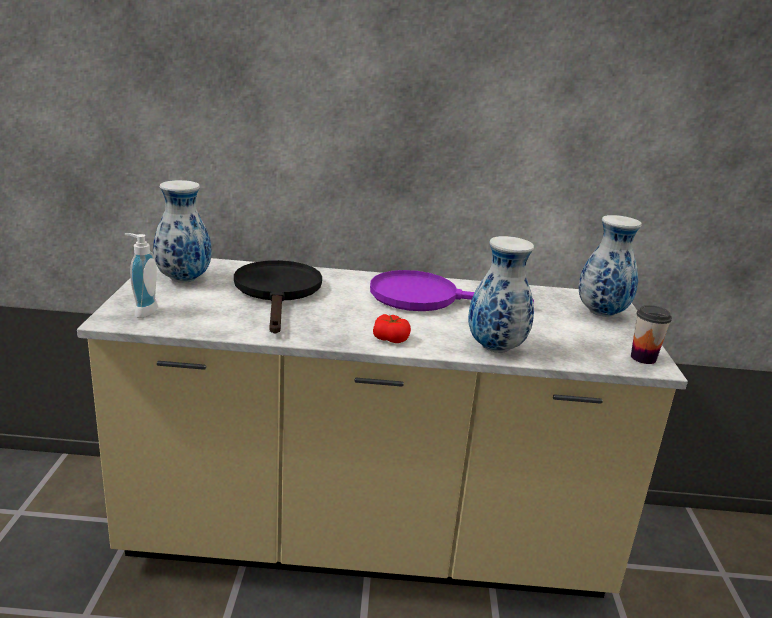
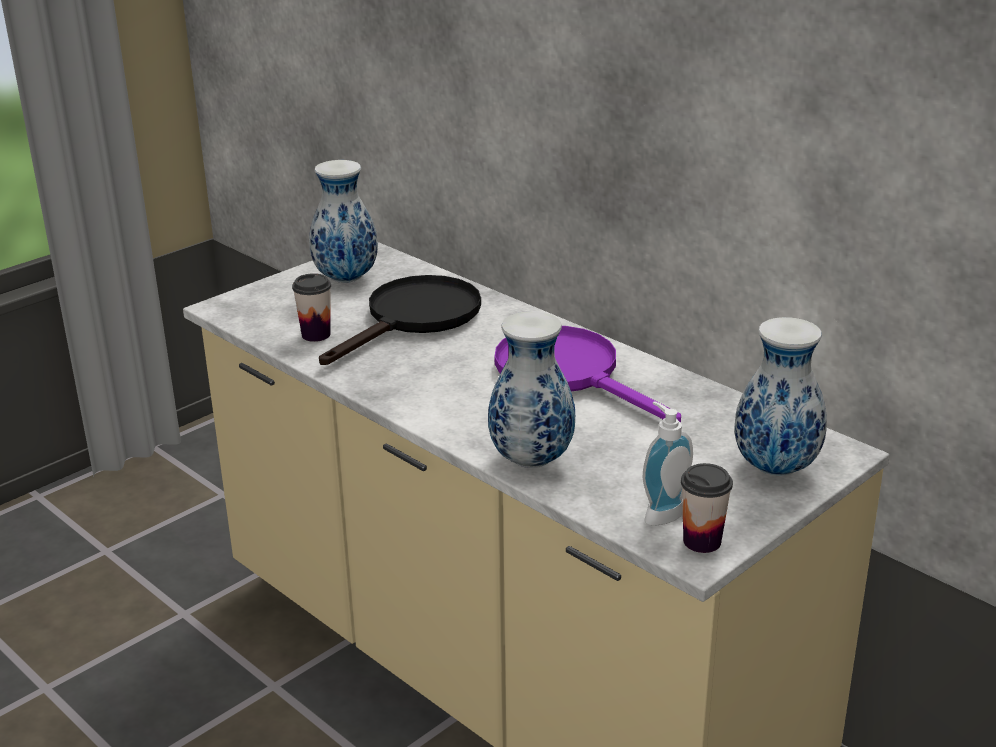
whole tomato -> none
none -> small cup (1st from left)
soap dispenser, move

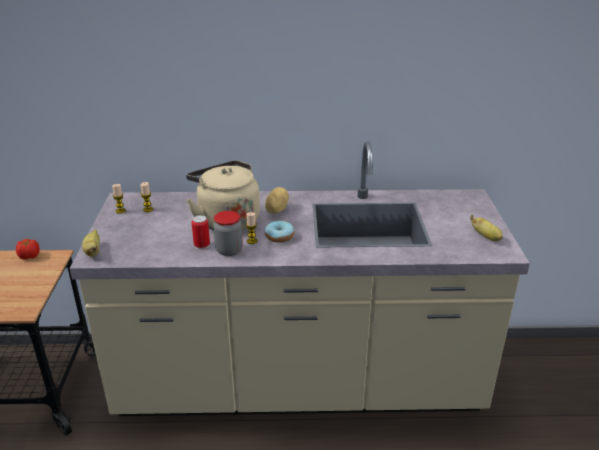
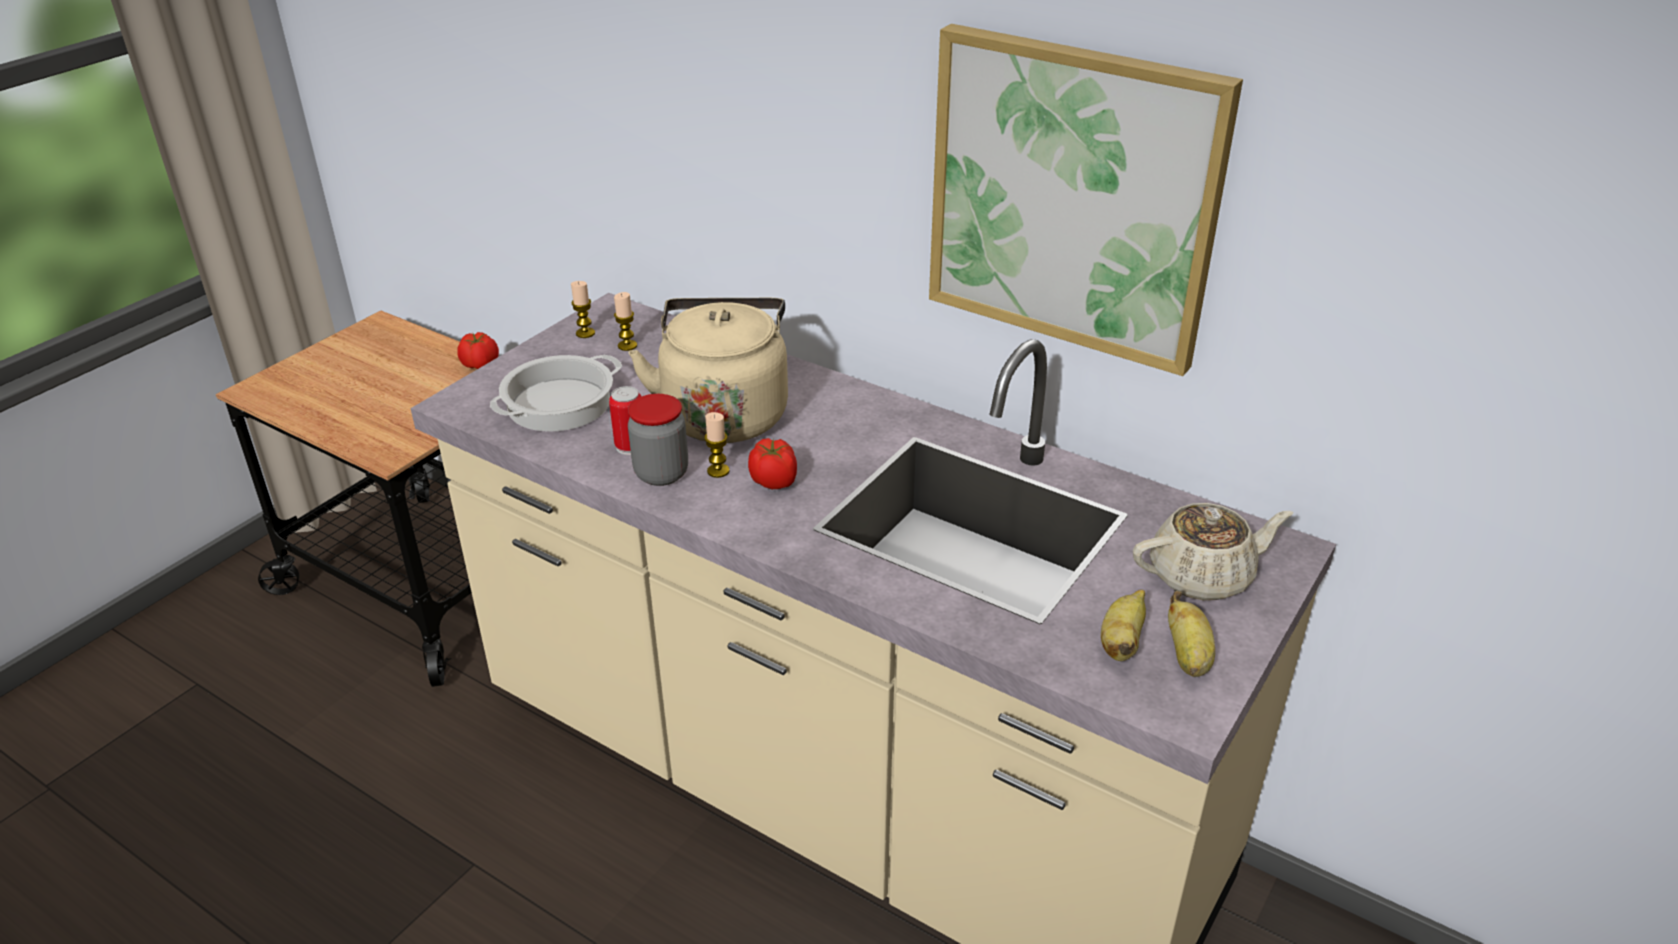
spud -> none
none -> cooking pot
none -> wall picture
none -> beige teapot
banana fruit (1st from left), move
donut -> whole tomato (2nd from left)

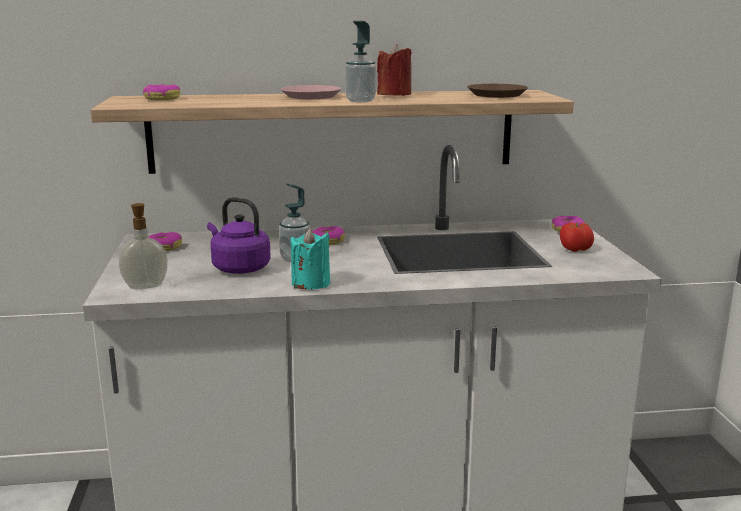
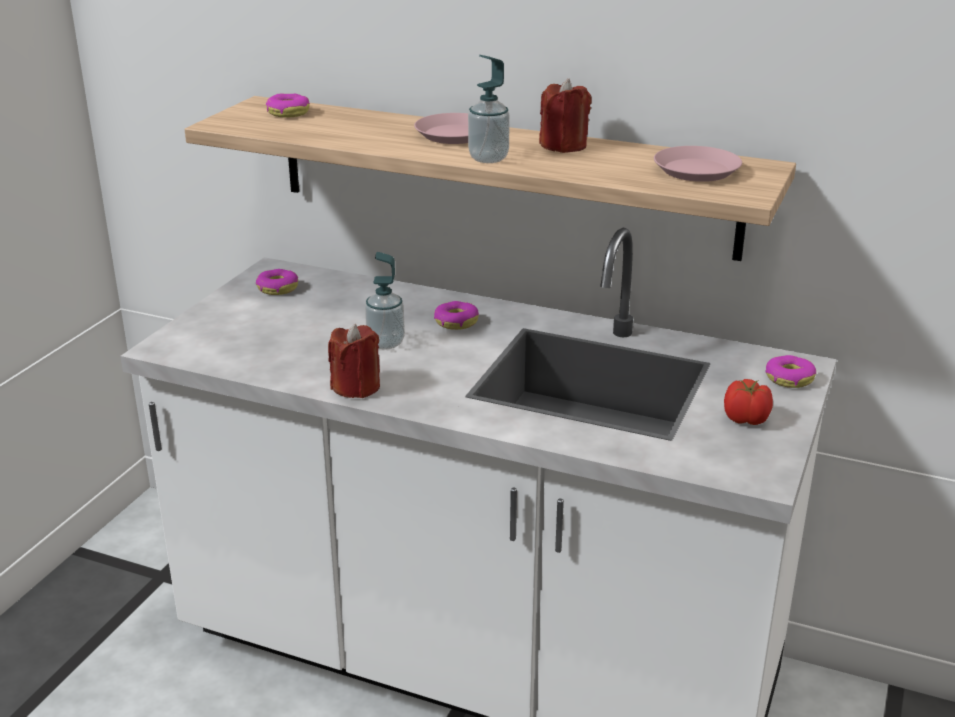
soap dispenser (1st from left) -> none
purple-coloured kettle -> none
turquoise-coloured wax candle -> red-coloured wax candle (1st from left)
brownish plate -> pink plate (2nd from left)

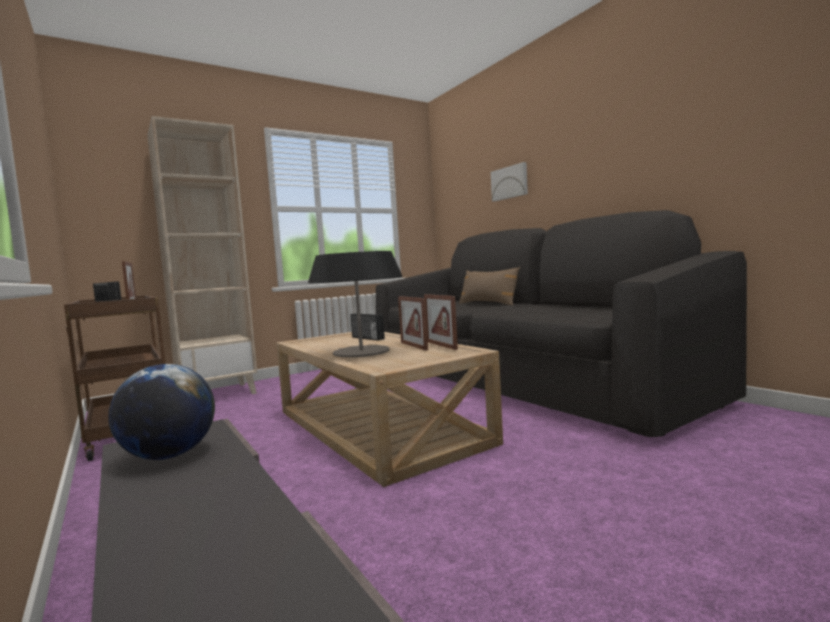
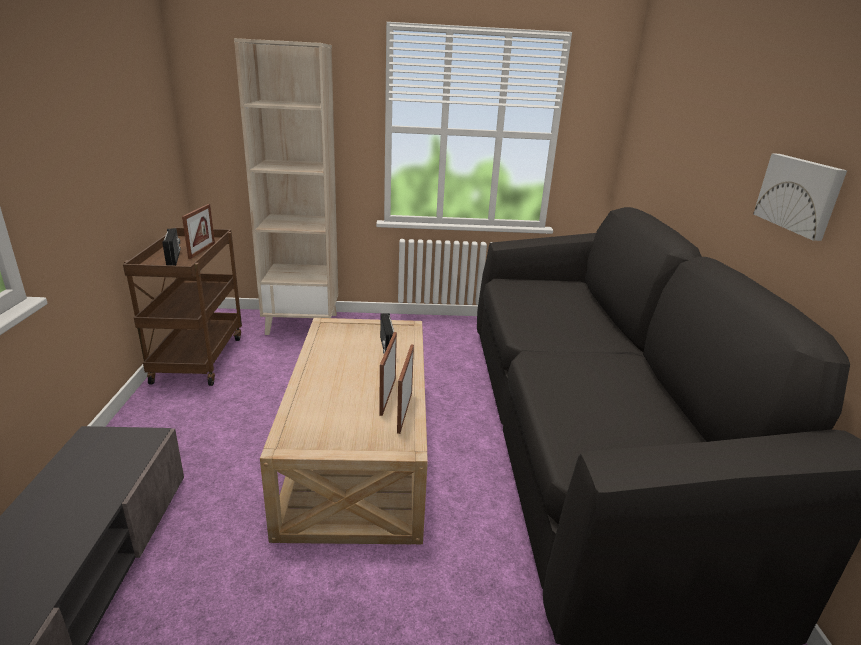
world globe -> none
table lamp -> none
brownish throw pillow -> none
wall picture, move

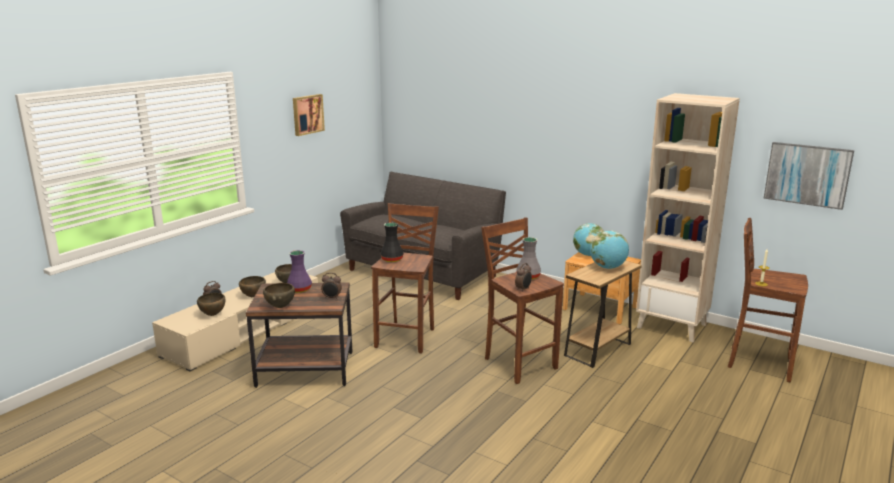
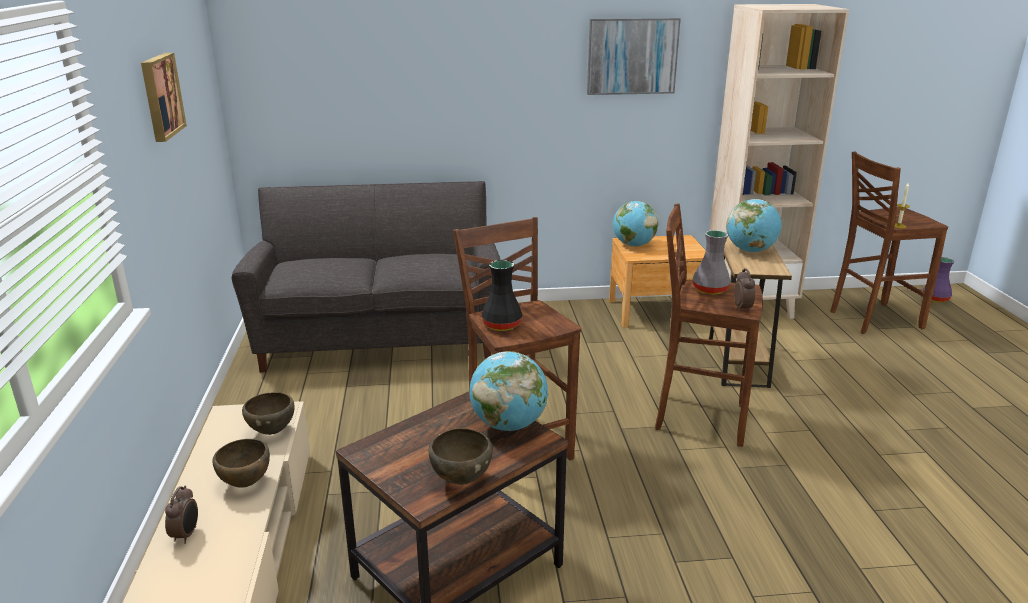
brownish bowl (1st from left) -> none
purple-coloured flower vase, move
wall picture (2nd from left), move
bedside clock (2nd from left) -> world globe (1st from left)

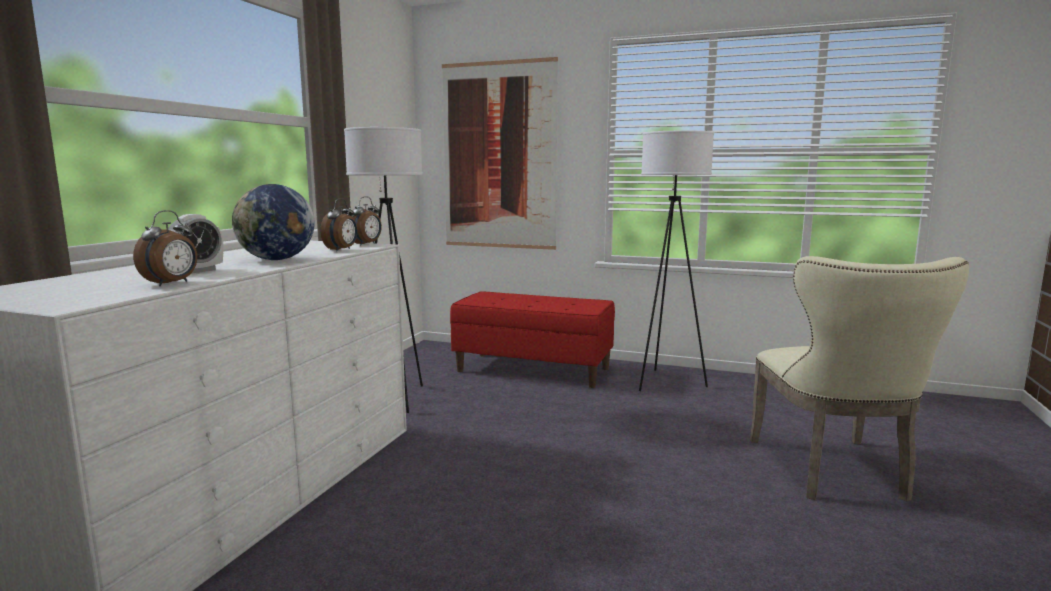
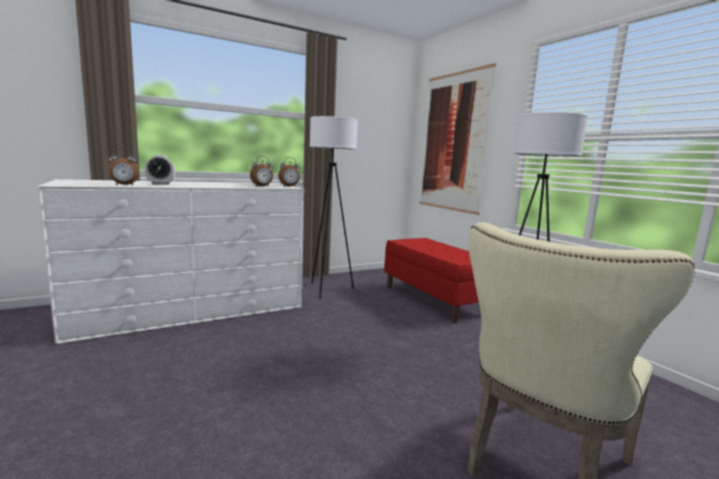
world globe -> none

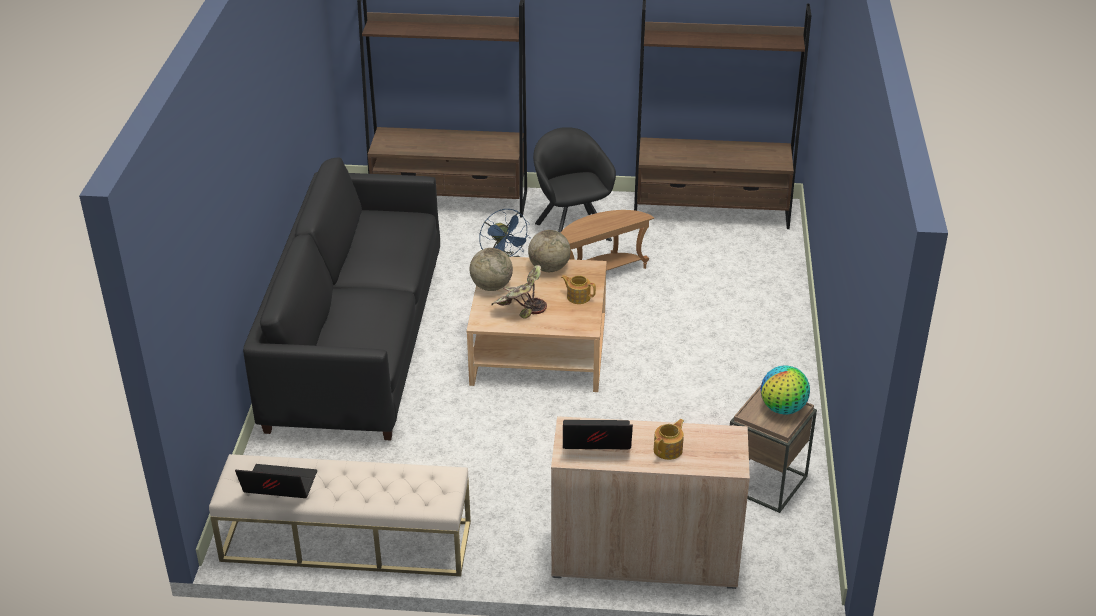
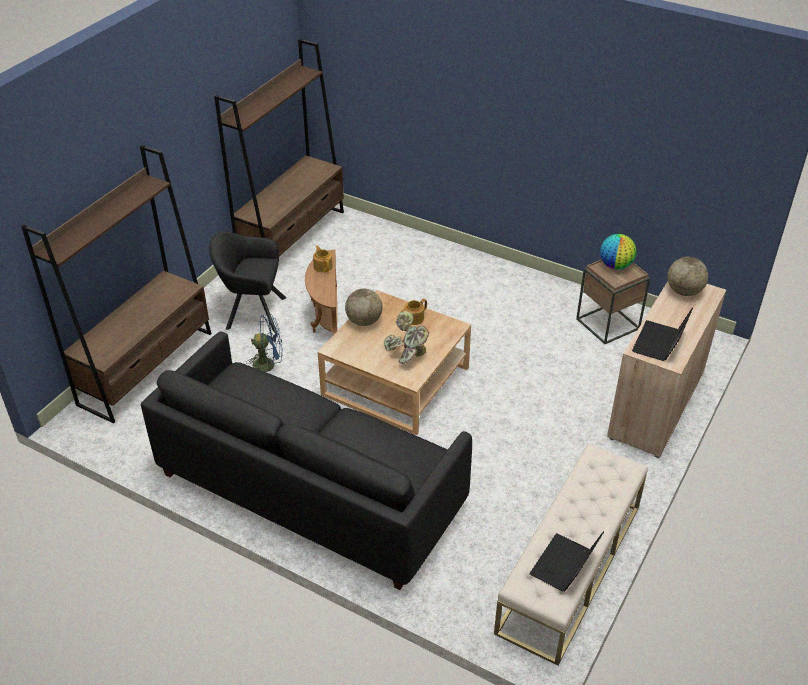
world globe (1st from left in the first image) -> world globe (3rd from left), move
teapot (2nd from left in the first image) -> teapot (1st from left), move

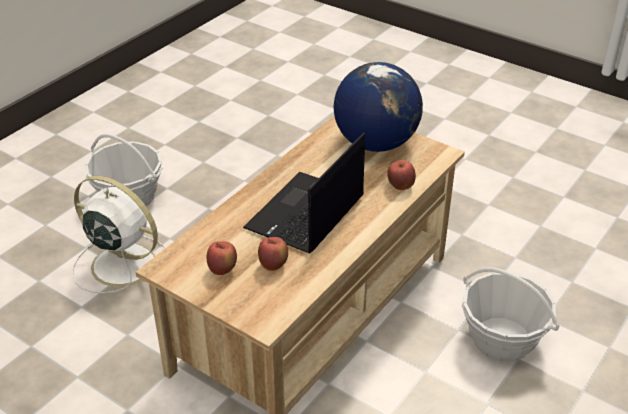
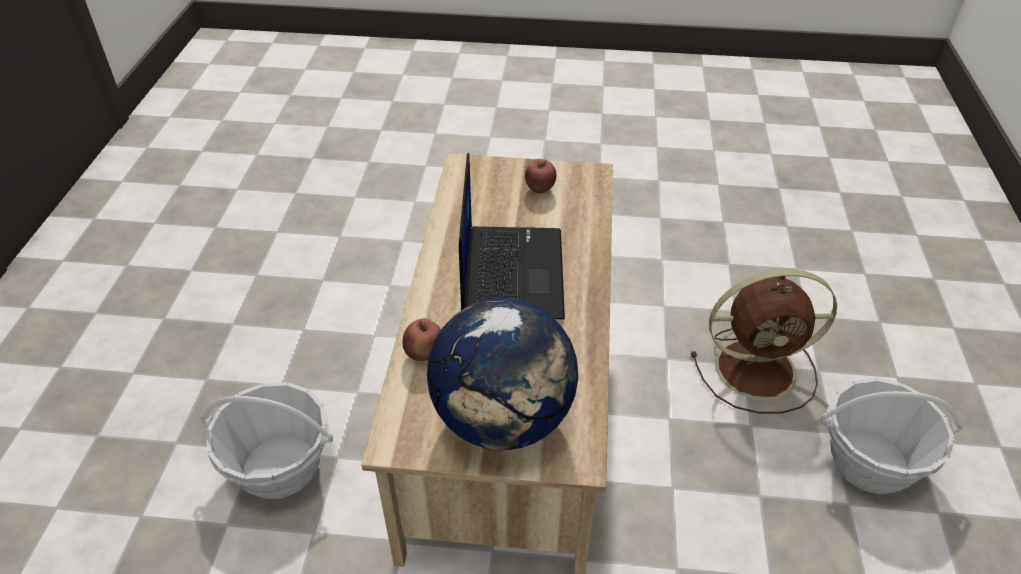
whole apple (2nd from left) -> none
white-coloured electric fan -> brownish electric fan

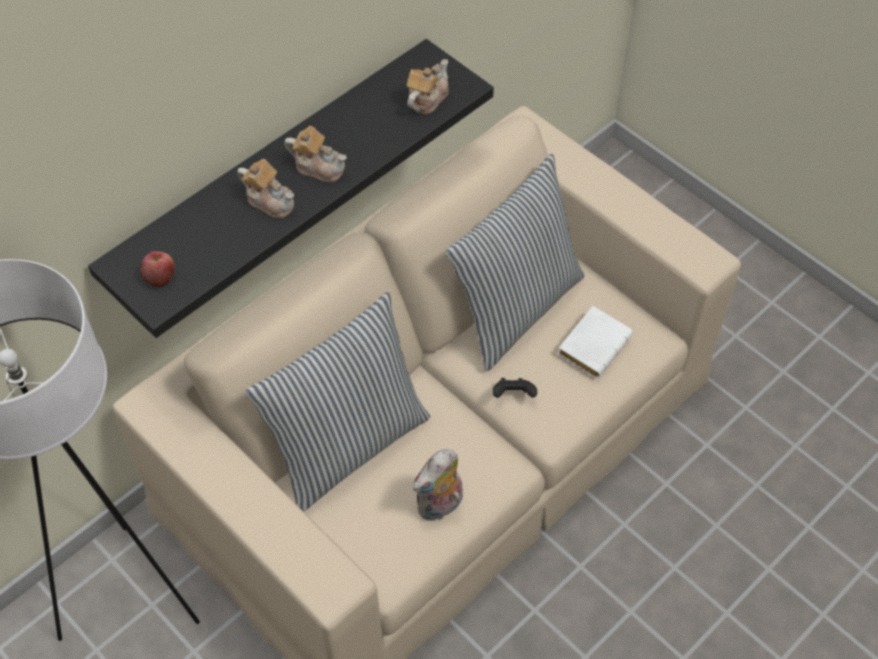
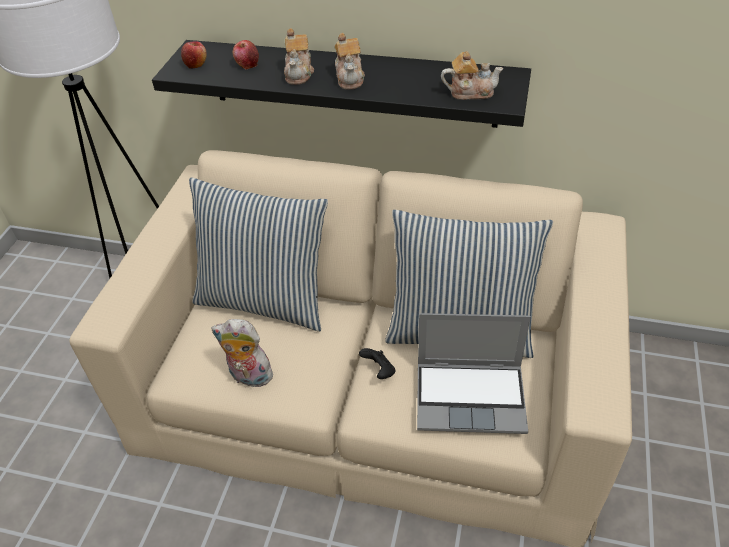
none -> whole apple (2nd from left)
white-coloured volume -> laptop

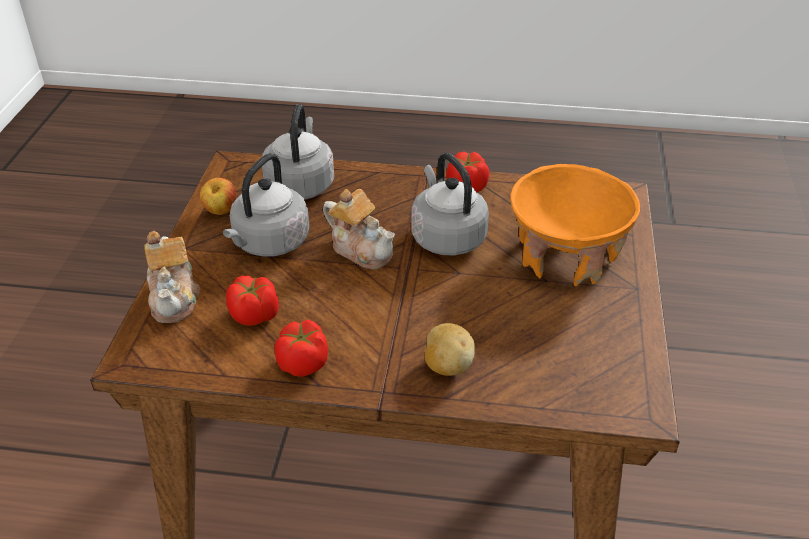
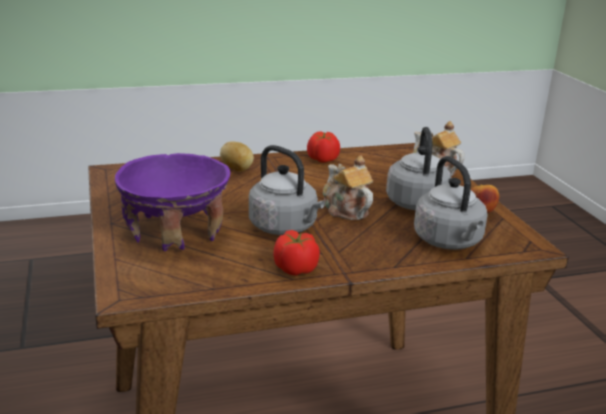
whole tomato (1st from left) -> none
orangey bowl -> purple-coloured bowl
teapot (2nd from left in the first image) -> teapot (1st from left), 45 degrees clockwise

